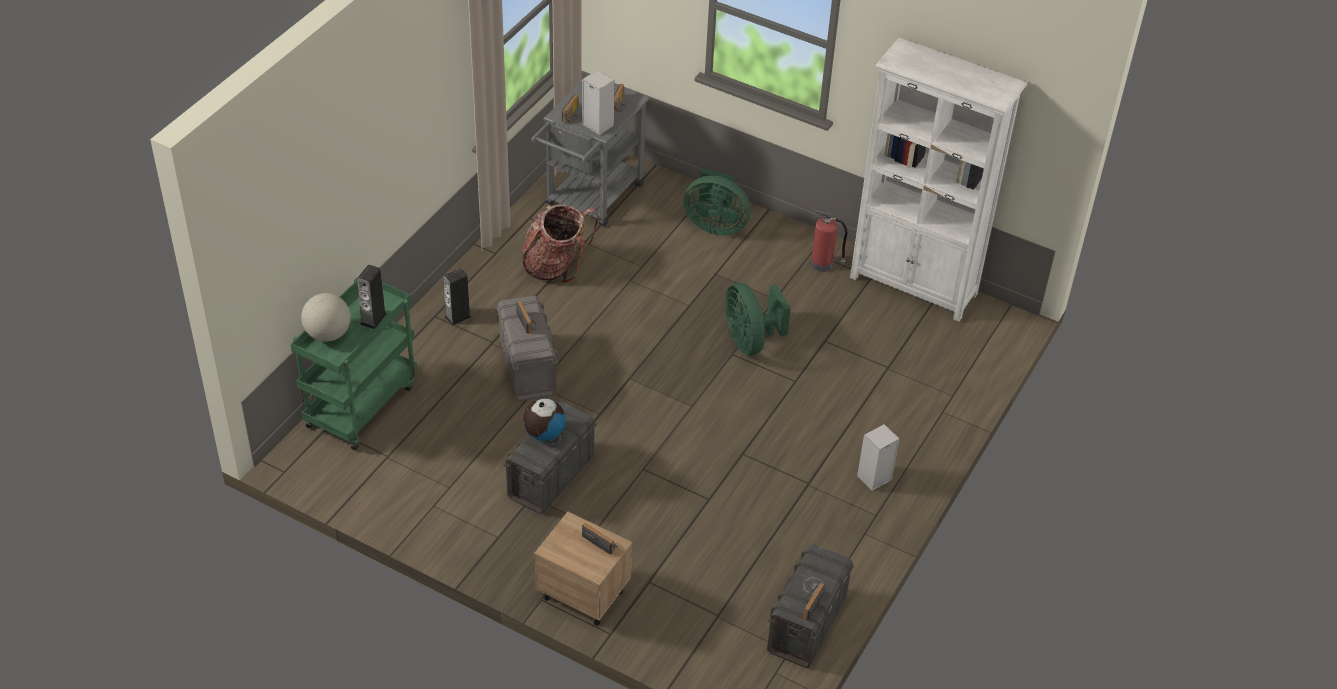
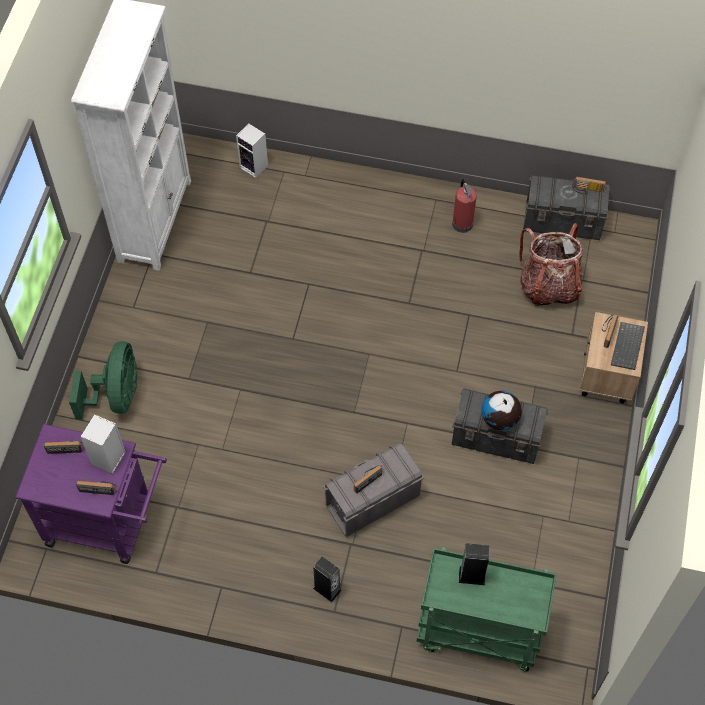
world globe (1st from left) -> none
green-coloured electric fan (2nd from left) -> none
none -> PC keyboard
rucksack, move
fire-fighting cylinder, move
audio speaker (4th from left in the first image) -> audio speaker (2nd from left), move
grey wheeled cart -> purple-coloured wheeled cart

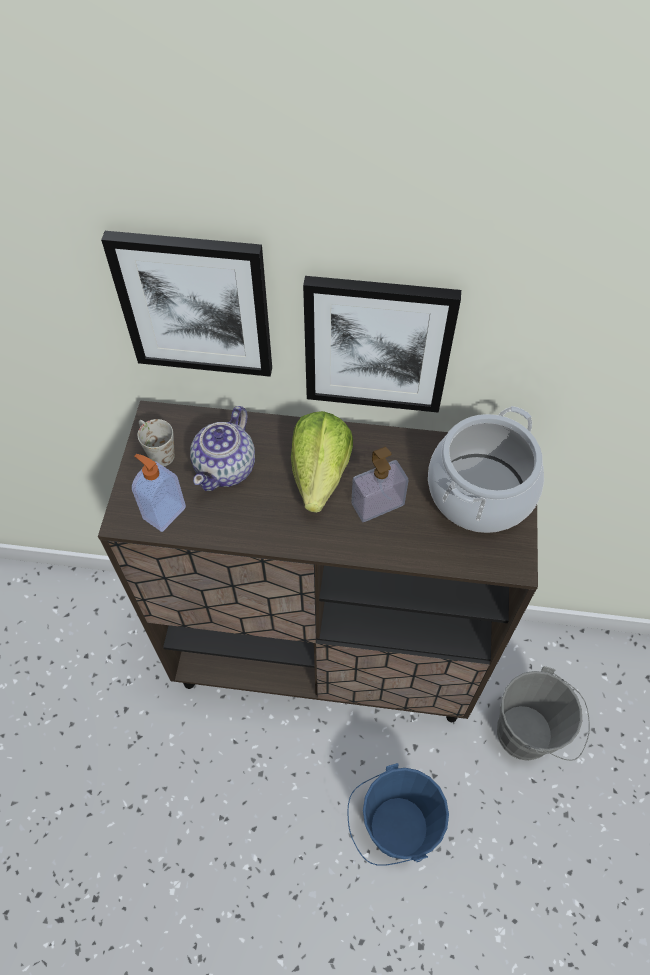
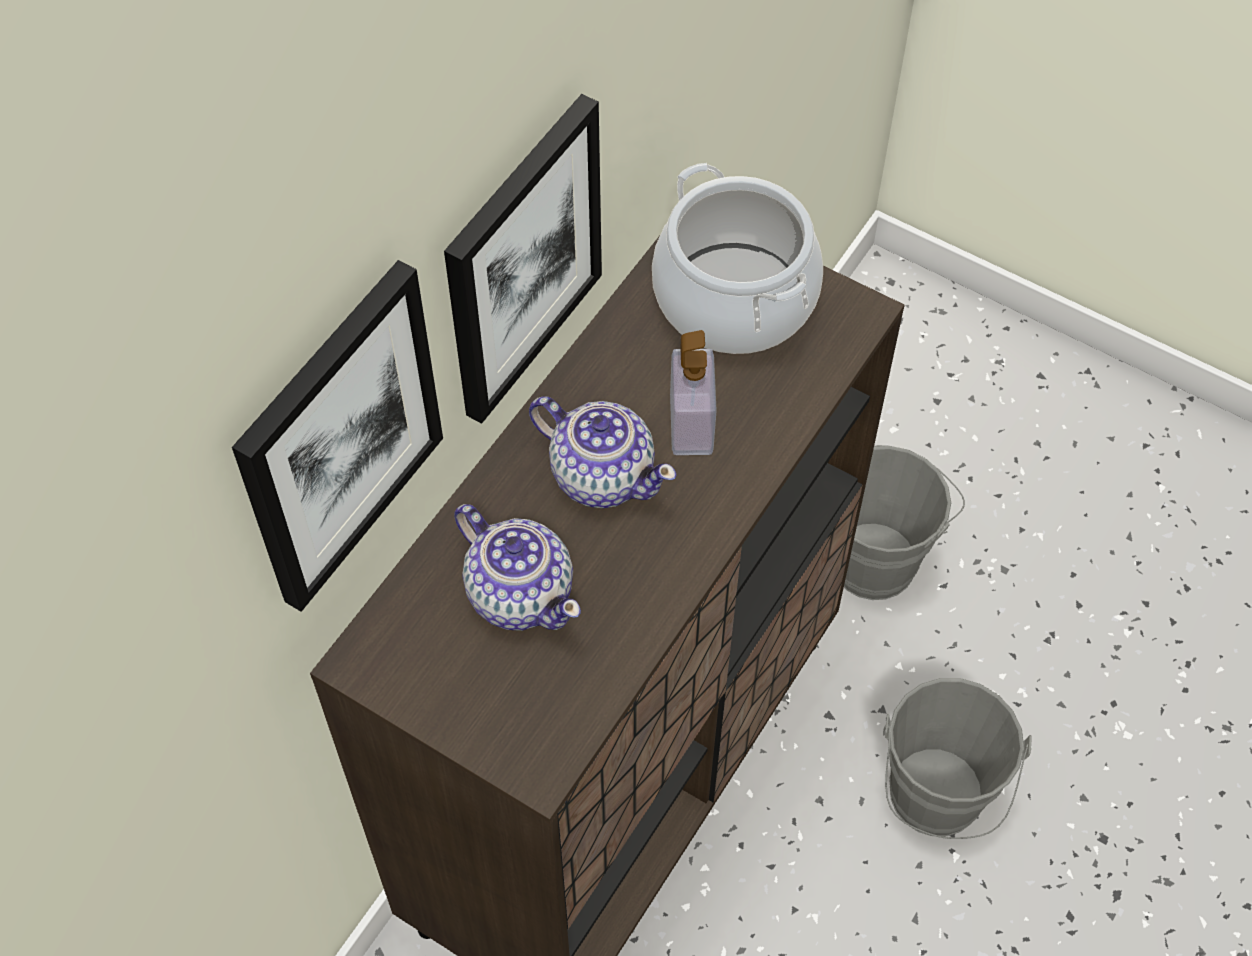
soap dispenser (1st from left) -> none
white-coloured tea mug -> none
head of lettuce -> teapot (2nd from left)
blue water bucket -> grey water bucket (2nd from left)

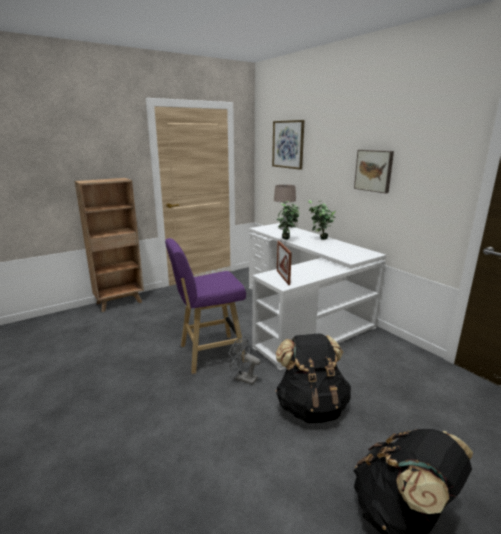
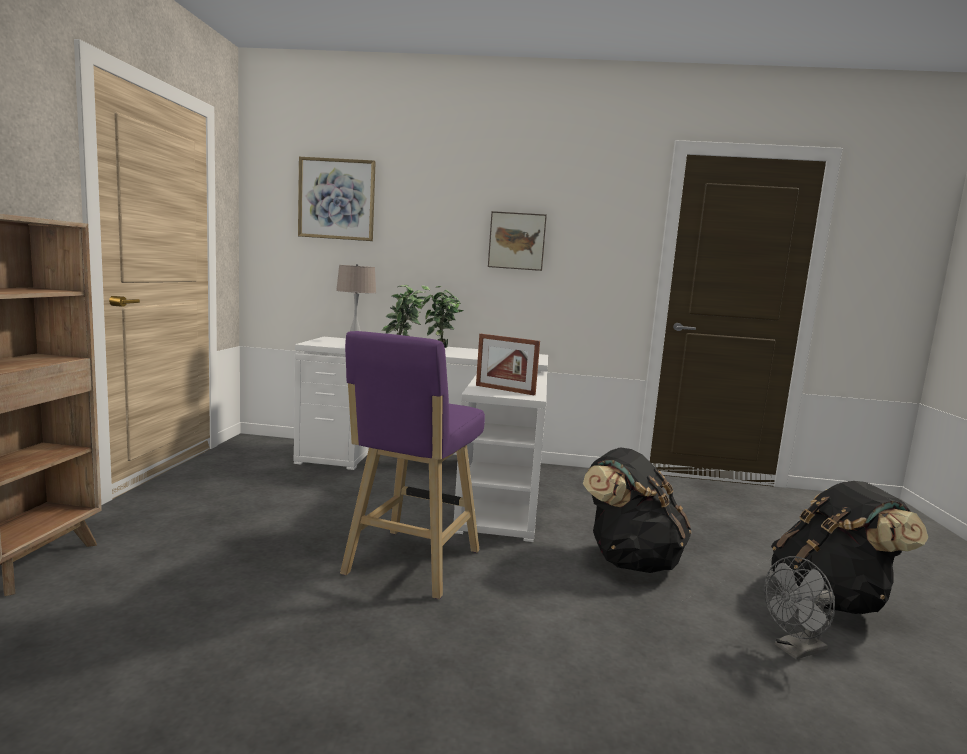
grey electric fan, move

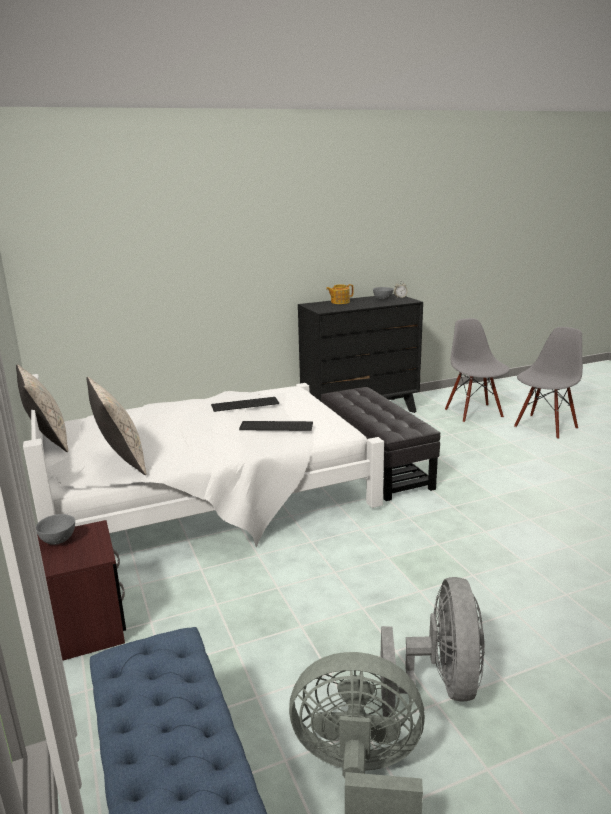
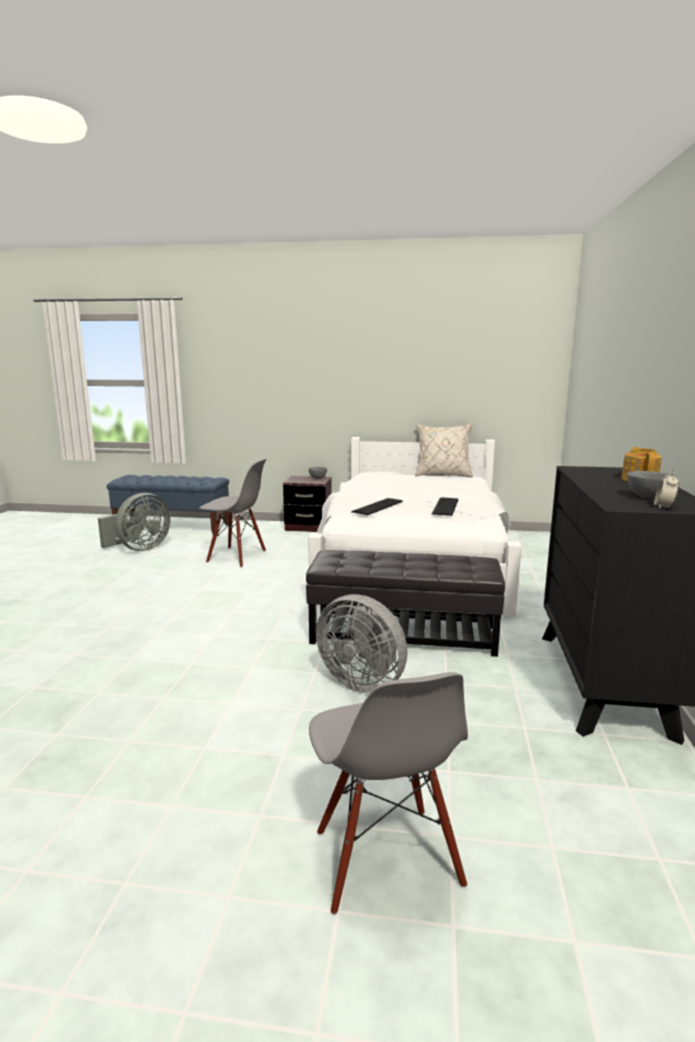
beige throw pillow (2nd from left) -> none
grey electric fan (2nd from left), move
grey chair (1st from left), move

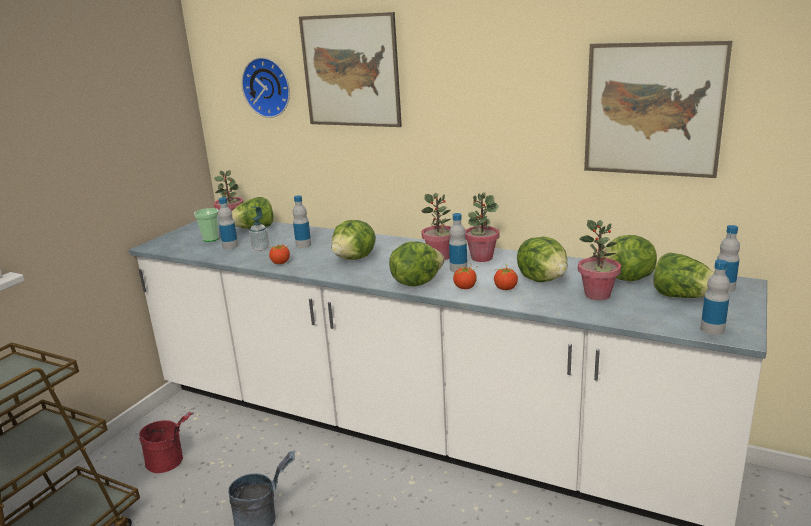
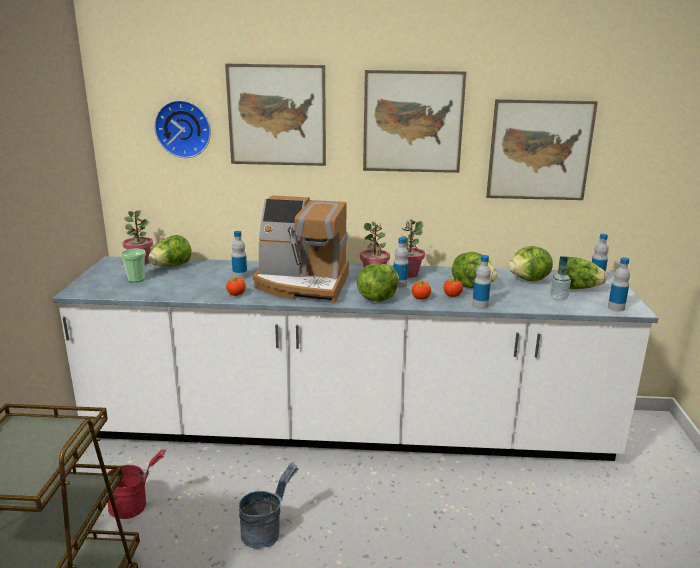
potted plant (4th from left) -> none
none -> wall picture (2nd from left)
bottle (1st from left in the first image) -> bottle (3rd from left), move
soap dispenser, move
head of lettuce (2nd from left) -> coffee brewer

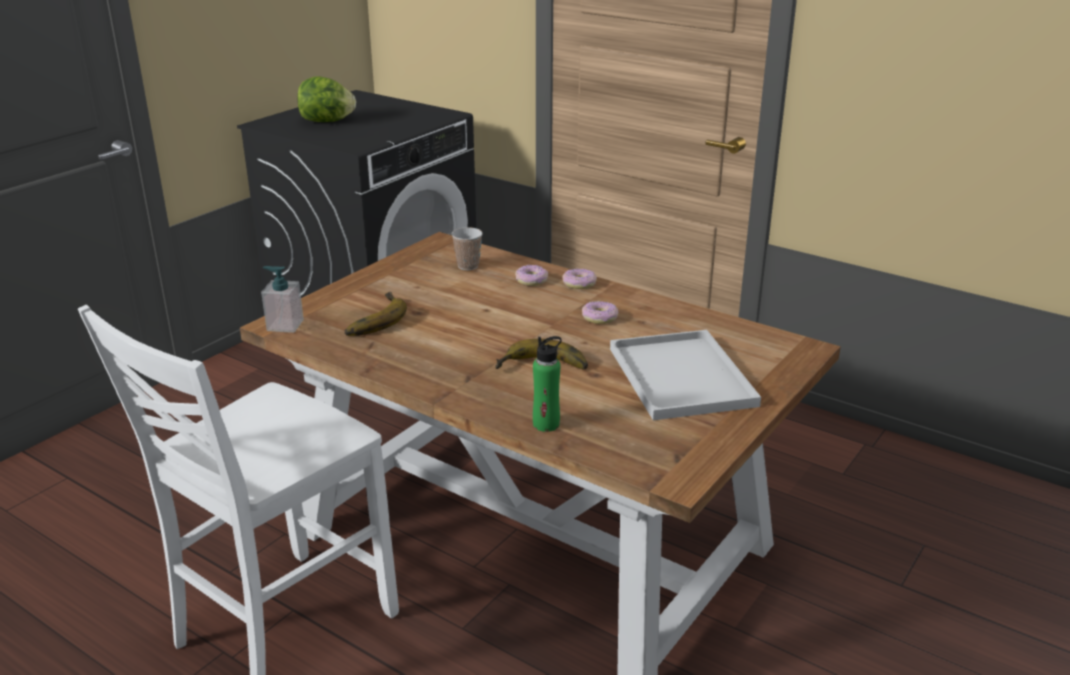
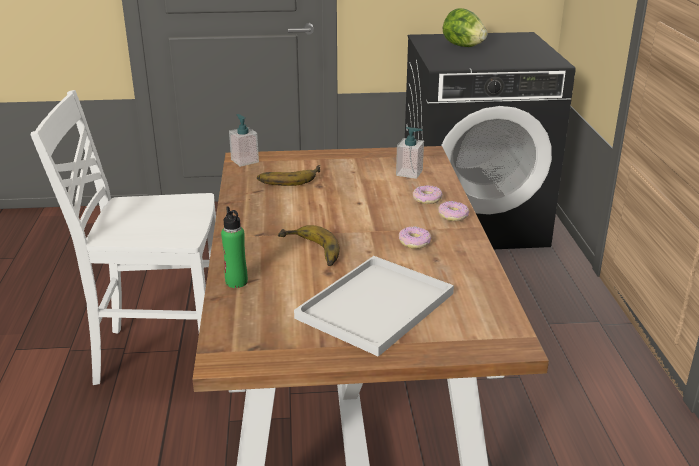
small cup -> soap dispenser (2nd from left)

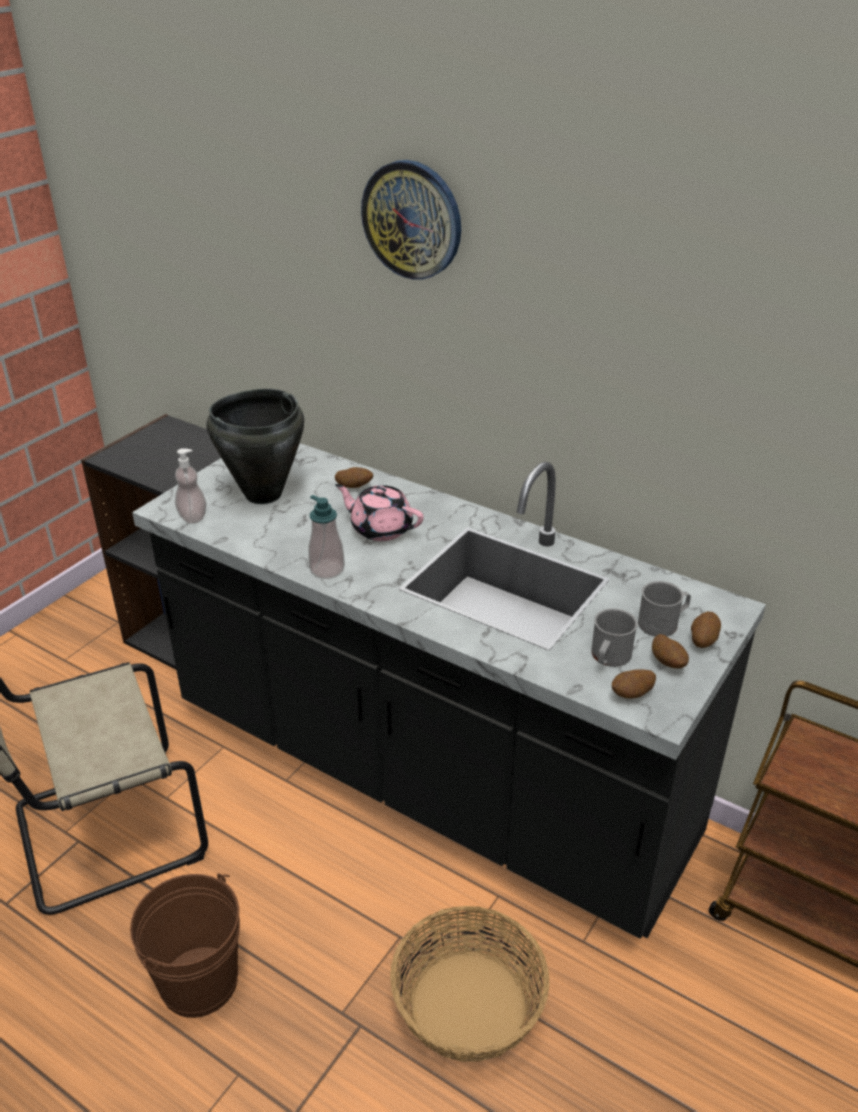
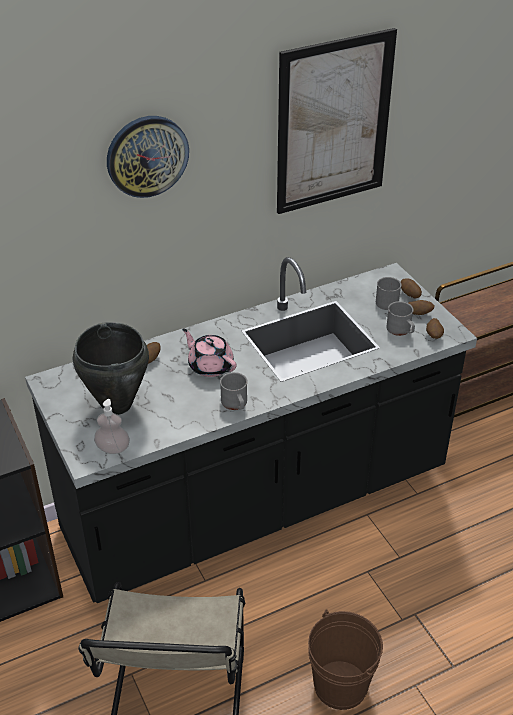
storage basket -> none
none -> wall picture
soap dispenser (2nd from left) -> grey tea mug (1st from left)
pink teapot, 75 degrees clockwise

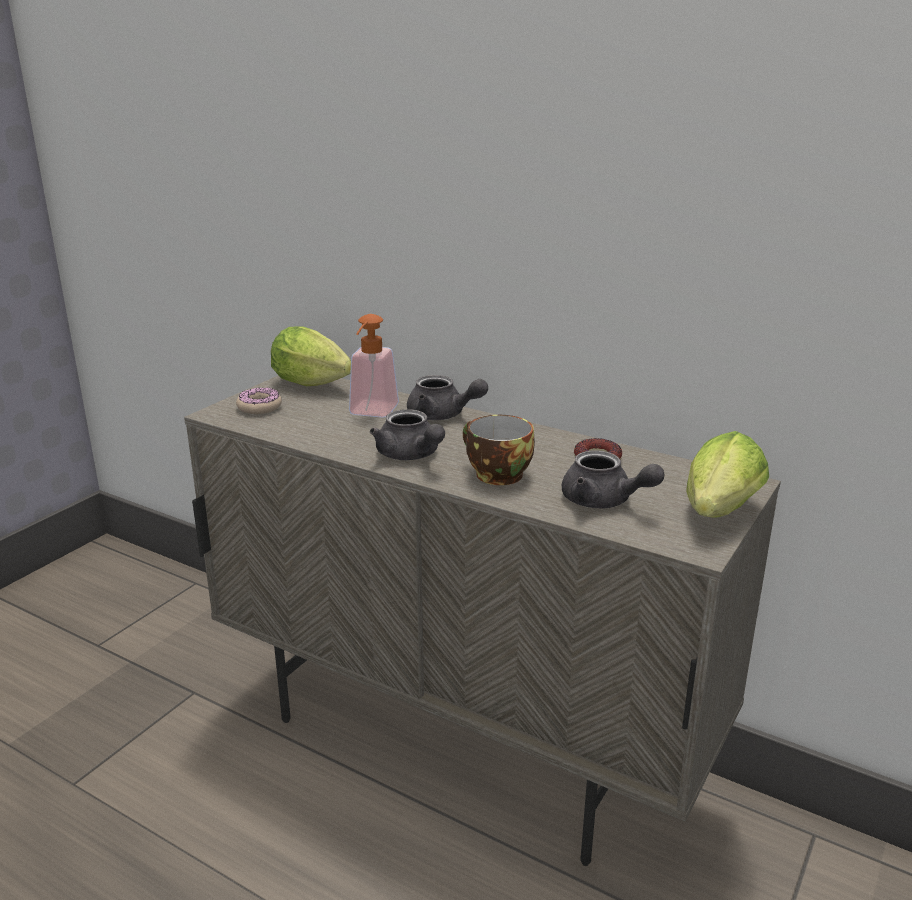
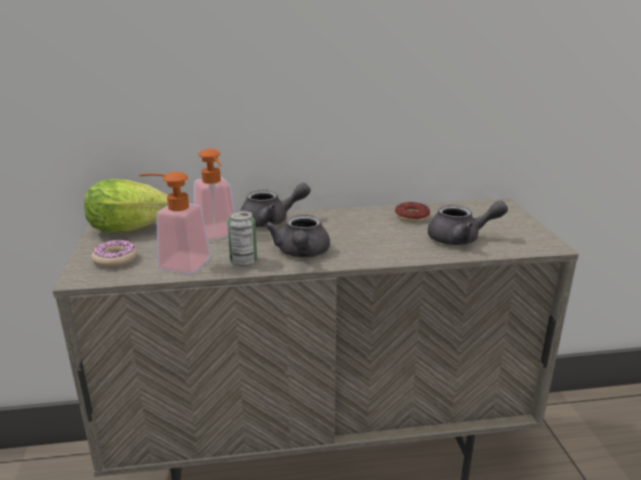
small cup -> none
head of lettuce (2nd from left) -> none
none -> soap dispenser (1st from left)
none -> can
grey teapot (1st from left in the first image) -> grey teapot (2nd from left), 75 degrees clockwise

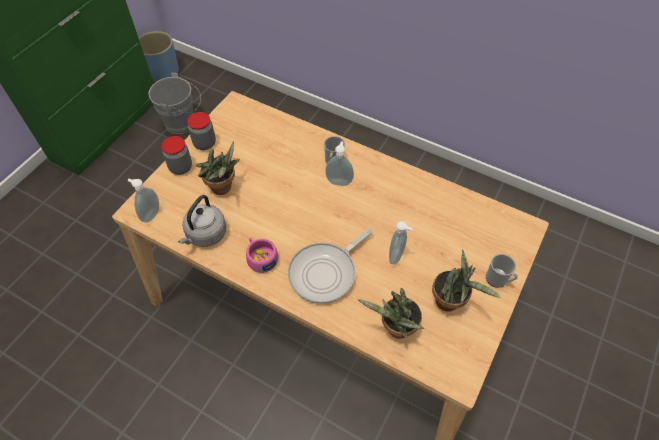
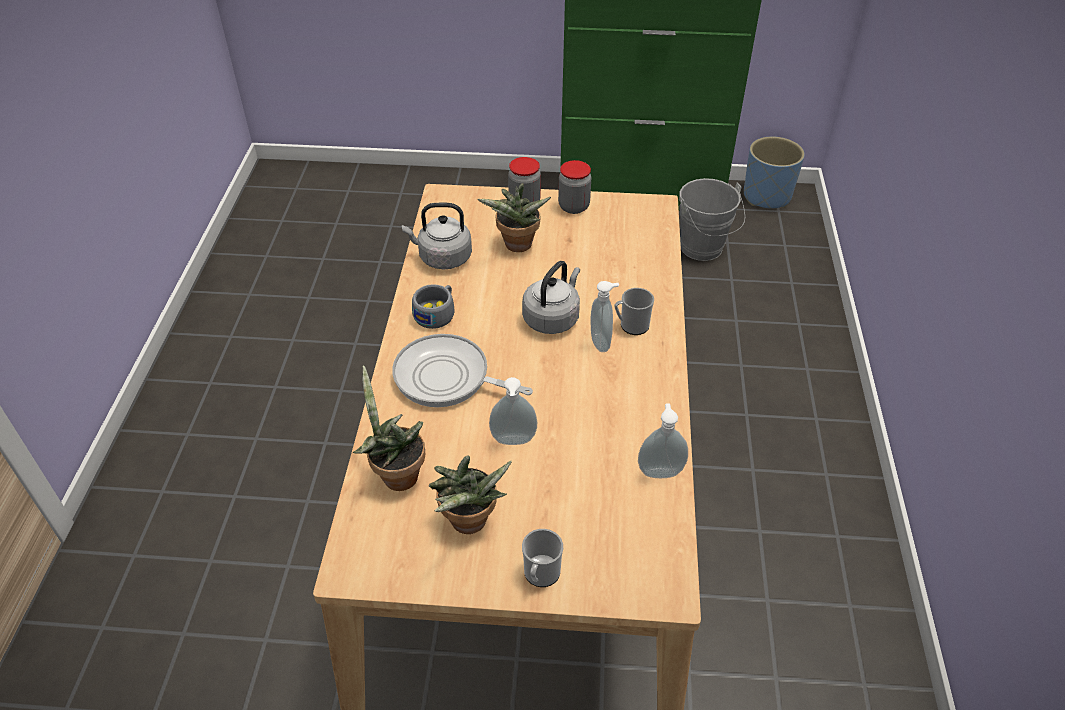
none -> grey kettle (2nd from left)
soap dispenser (1st from left in the first image) -> soap dispenser (3rd from left), move
pink small cup -> grey small cup

